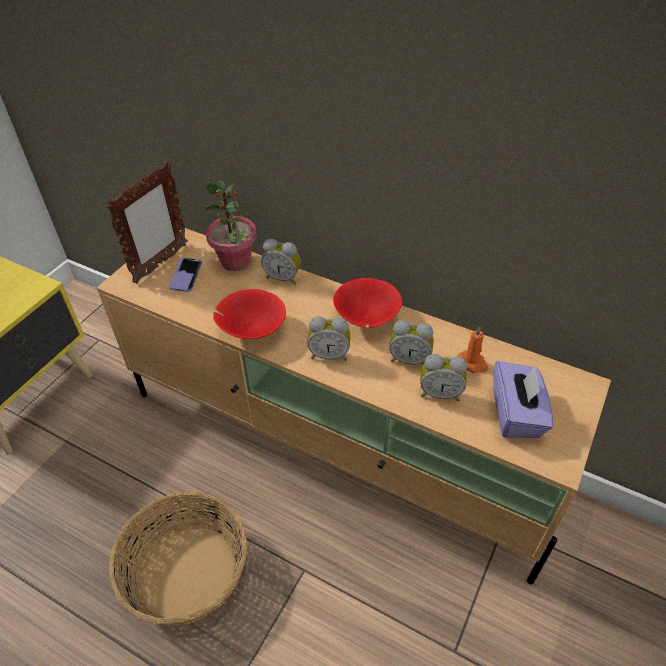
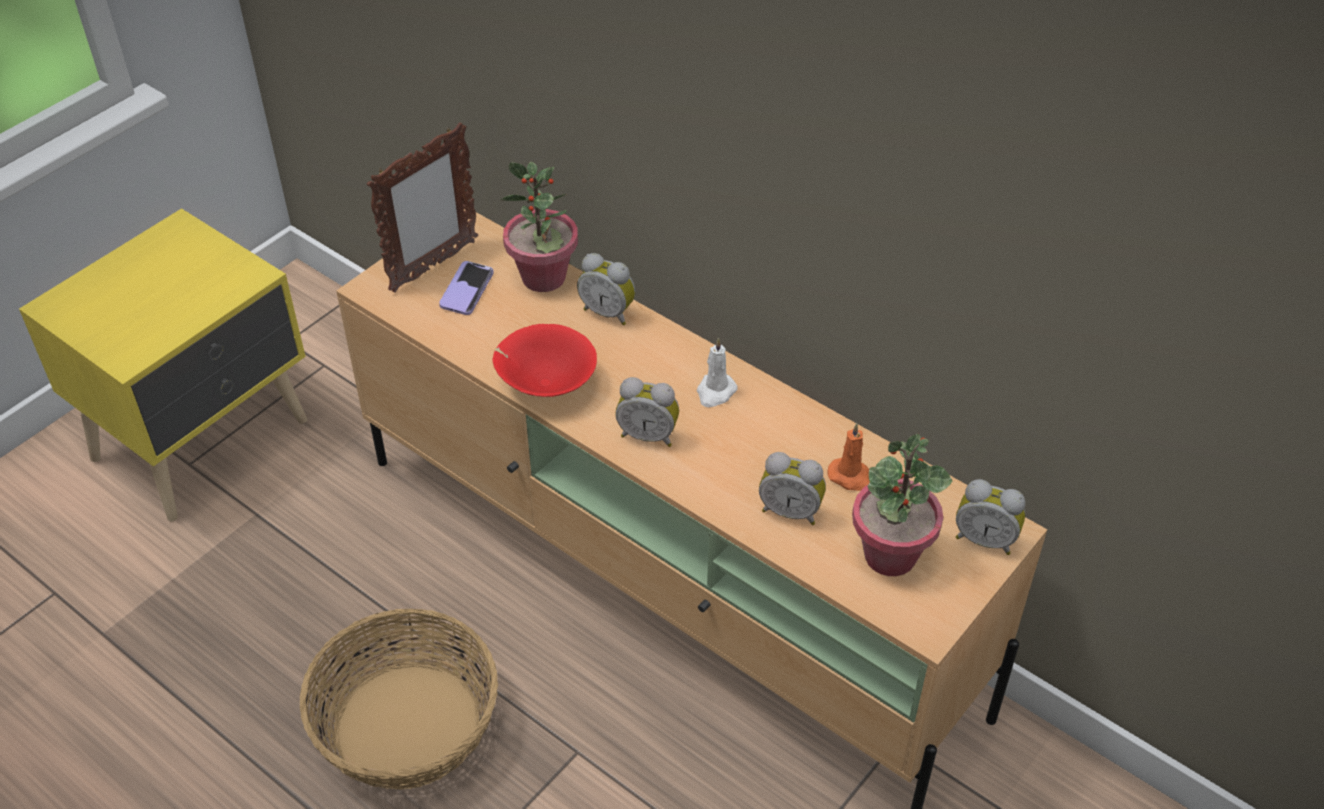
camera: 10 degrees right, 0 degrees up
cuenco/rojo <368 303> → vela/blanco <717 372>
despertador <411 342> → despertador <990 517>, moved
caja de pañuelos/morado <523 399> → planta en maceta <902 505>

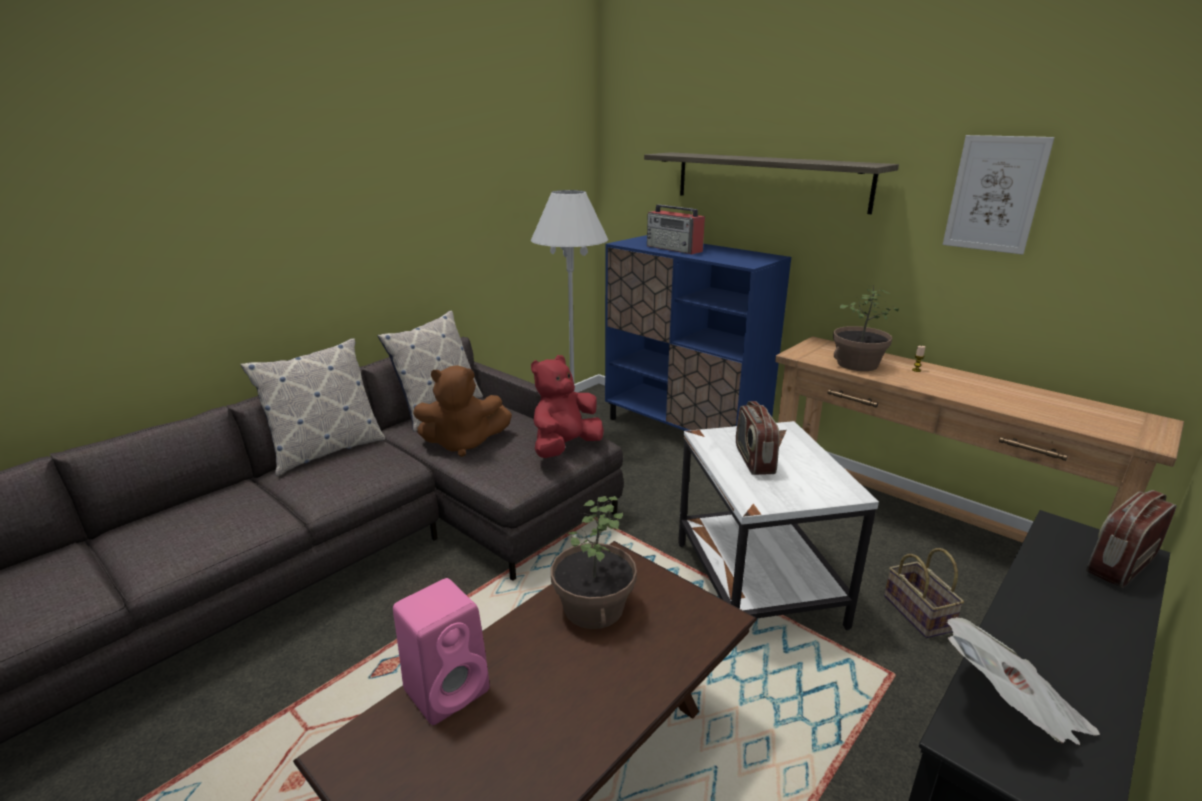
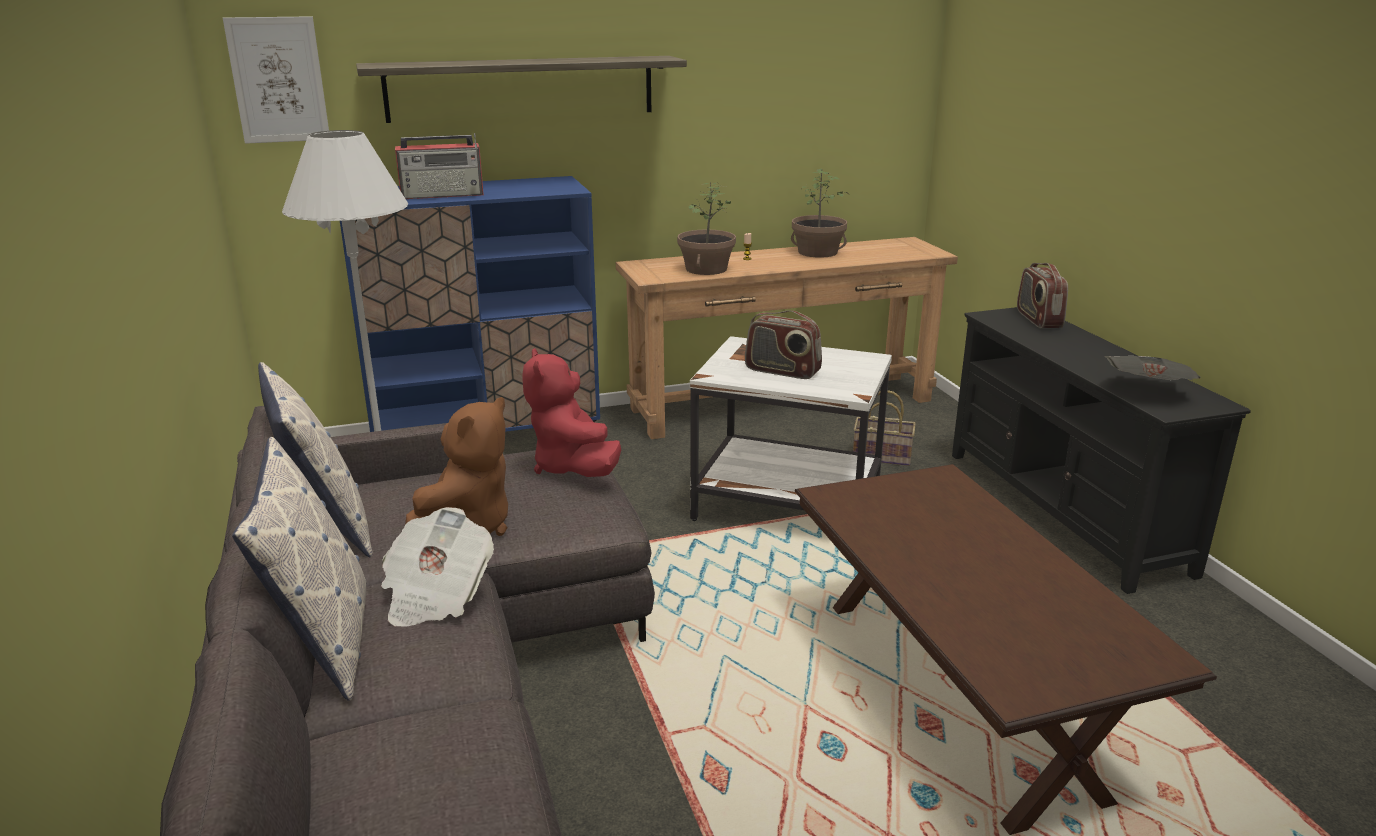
camera: 60 degrees left, 0 degrees up
cuadro <999 195> → cuadro <276 80>, moved
planta en maceta <594 562> → planta en maceta <819 213>, moved
altavoz/rosa <441 651> → -
- → periódico <437 567>

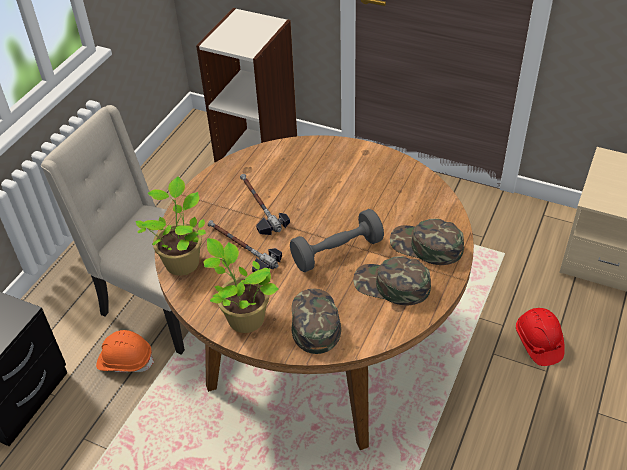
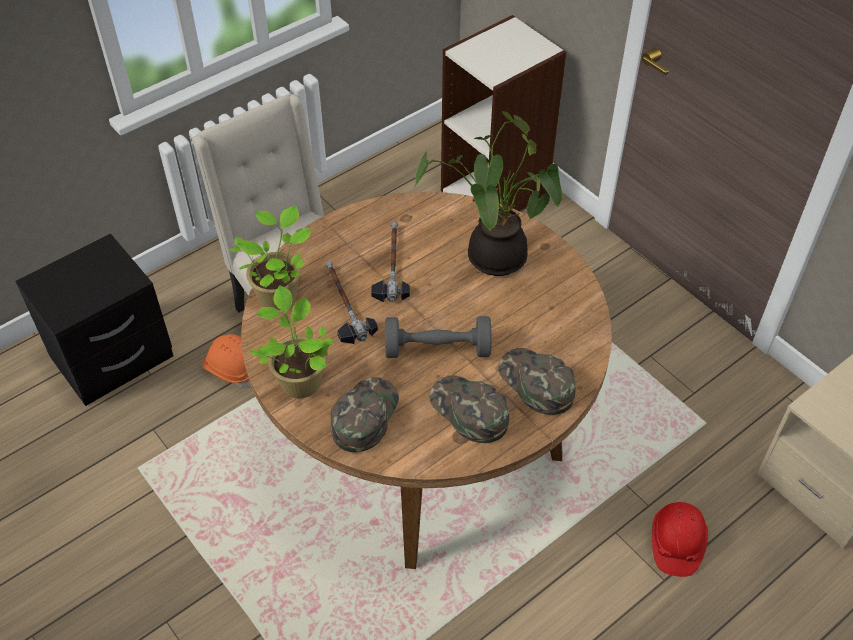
camera: 25 degrees right, 5 degrees up
- → planta en maceta <488 193>

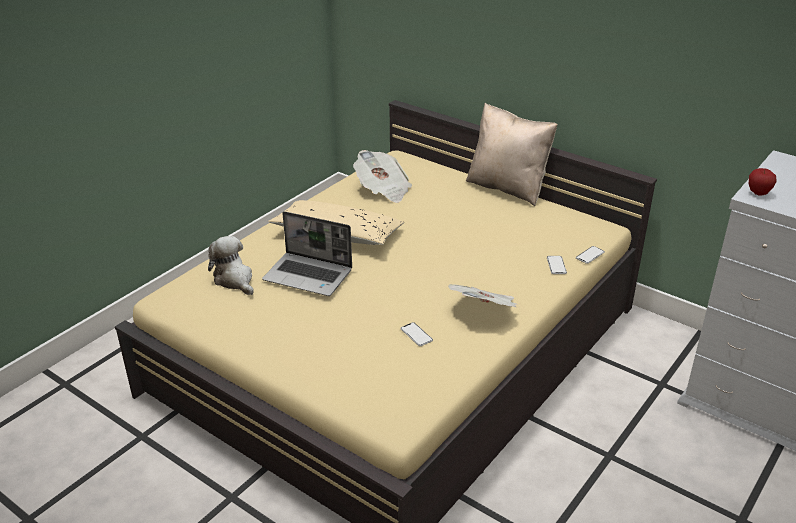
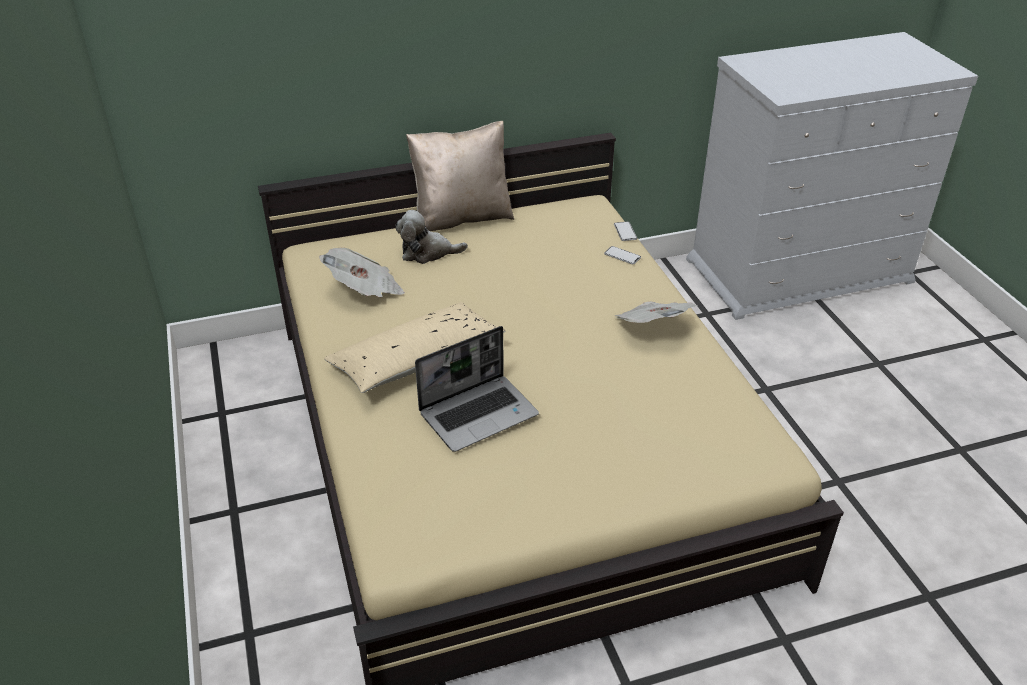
camera: 55 degrees left, 5 degrees up
manzana <762 182> → -
peluche <231 265> → peluche <431 237>, moved
móvil <416 334> → -

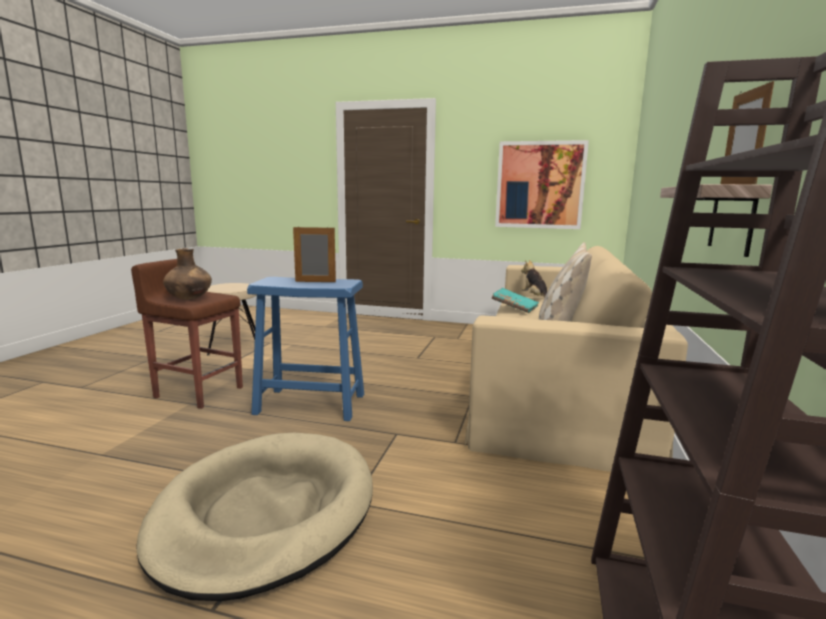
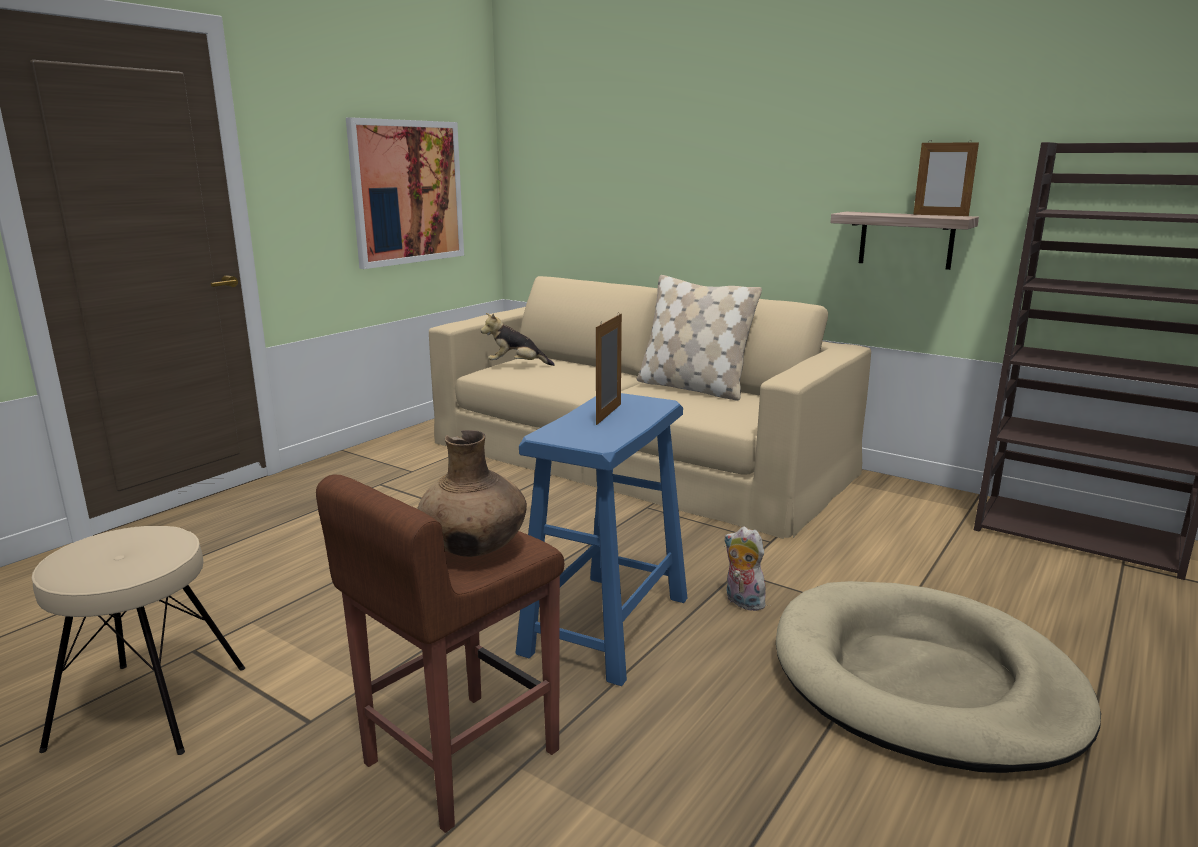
camera: 70 degrees left, 5 degrees up
libro/turquesa <515 300> → -
- → peluche <745 568>

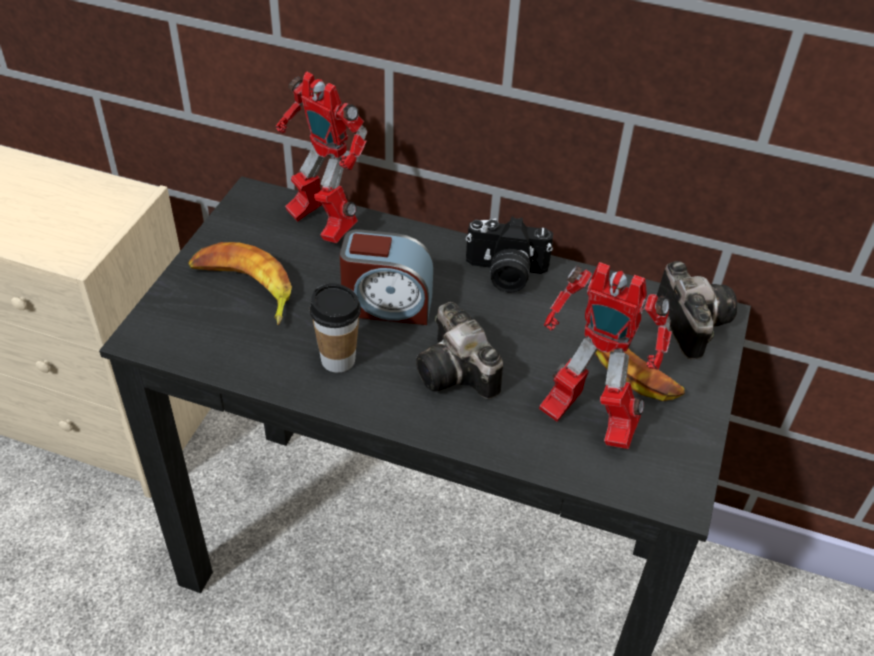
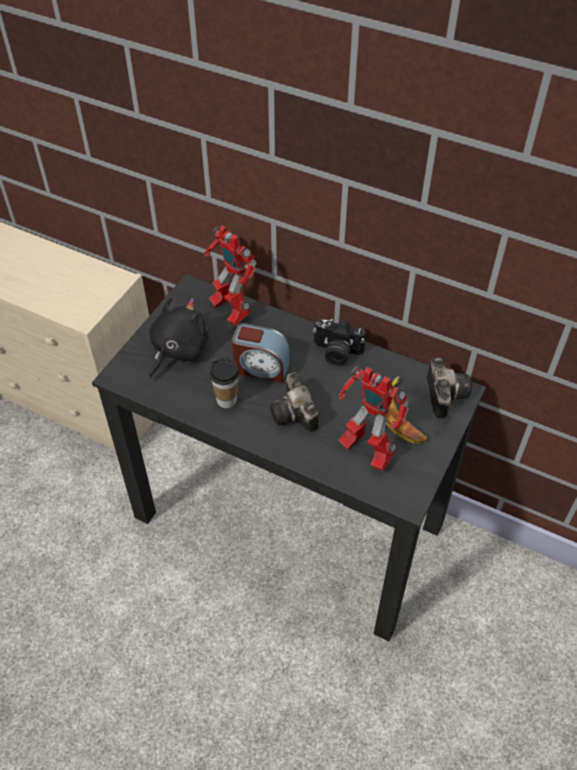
camera: 10 degrees right, 5 degrees up
plátano <240 283> → peluche/negro <179 337>

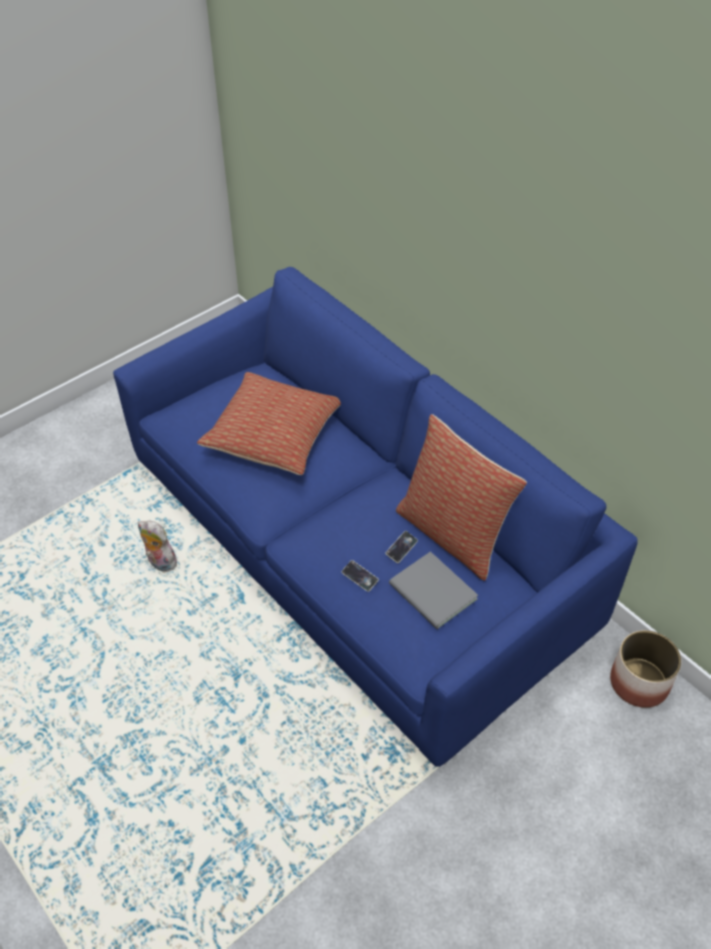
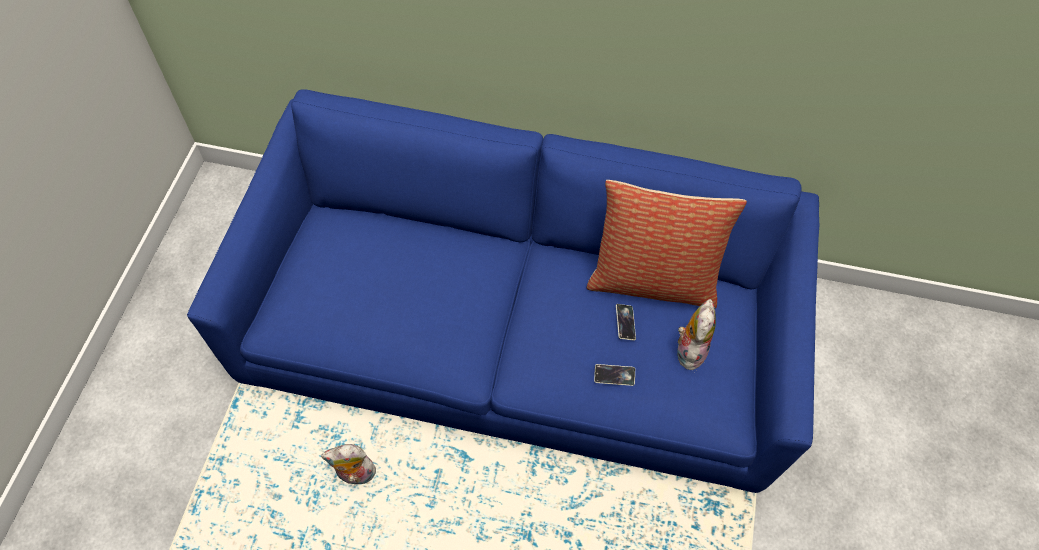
camera: 40 degrees left, 10 degrees up
cojín <269 423> → -
libro/gris <433 590> → peluche <696 334>
maceta <645 669> → -

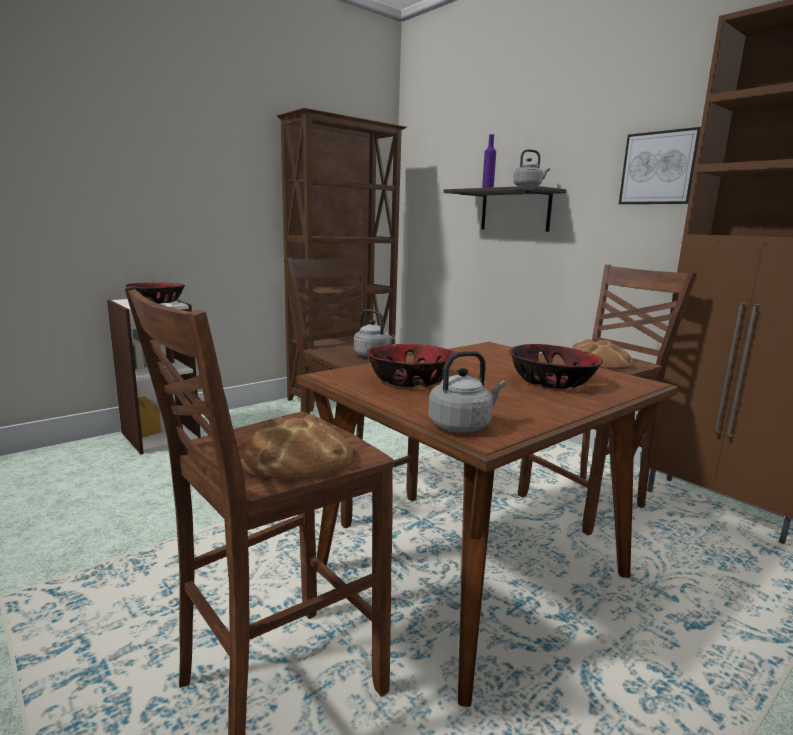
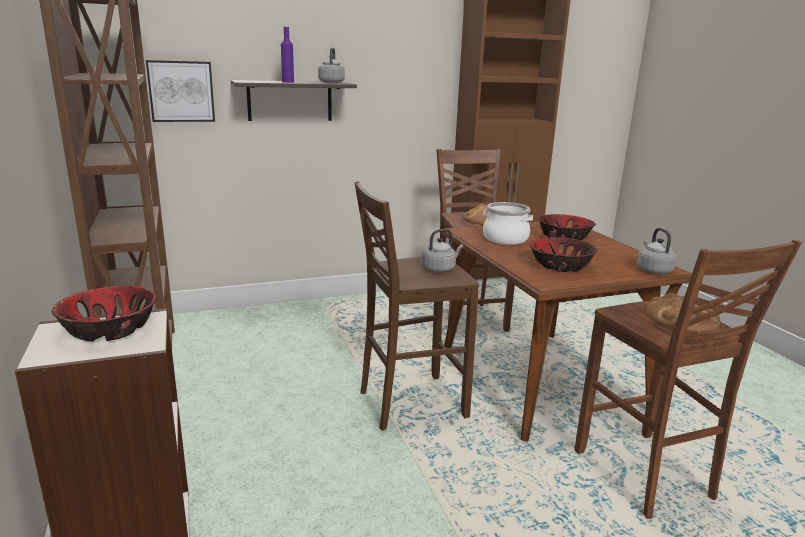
camera: 70 degrees left, 5 degrees up
cuadro <660 165> → cuadro <180 91>, moved
- → olla <508 223>

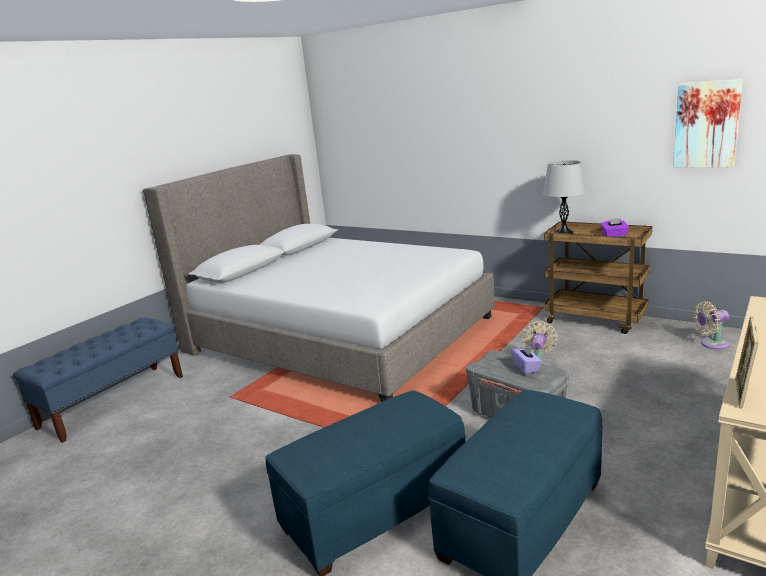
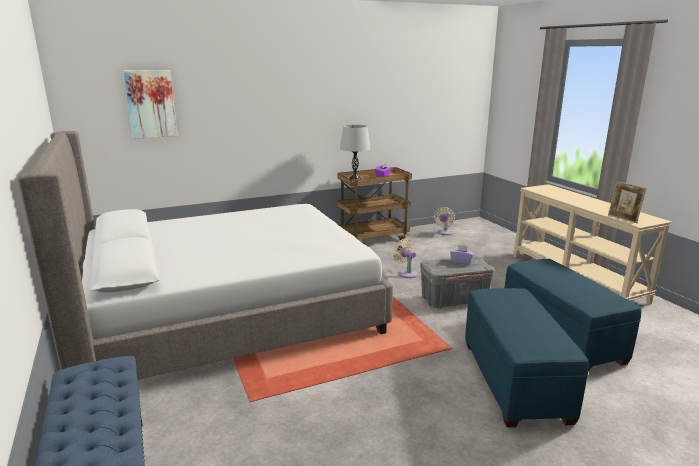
camera: 60 degrees left, 0 degrees up
cuadro <708 123> → cuadro <150 104>, moved

